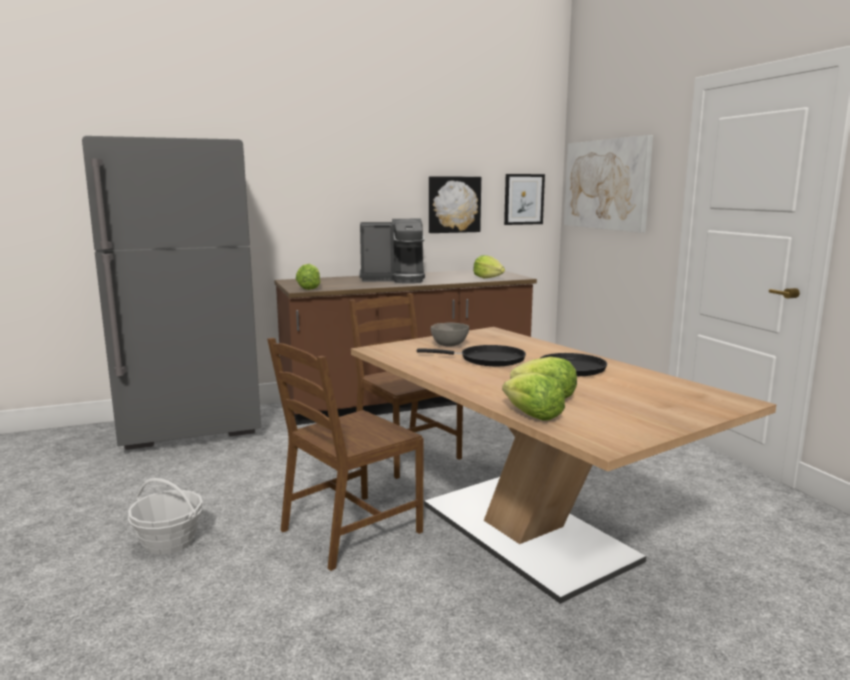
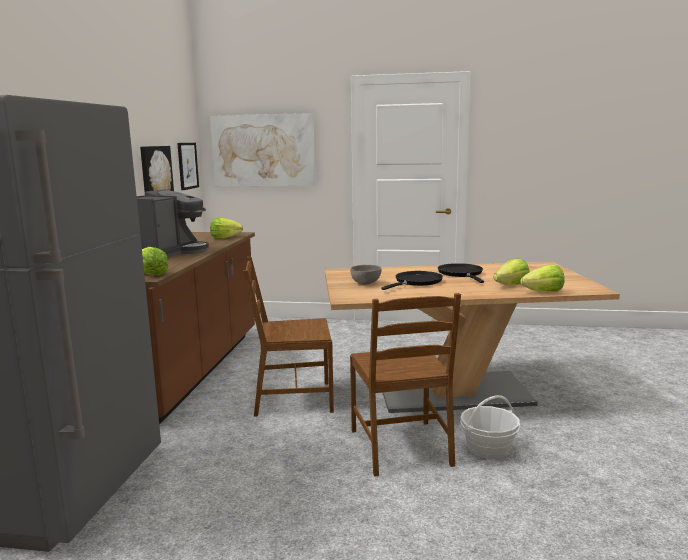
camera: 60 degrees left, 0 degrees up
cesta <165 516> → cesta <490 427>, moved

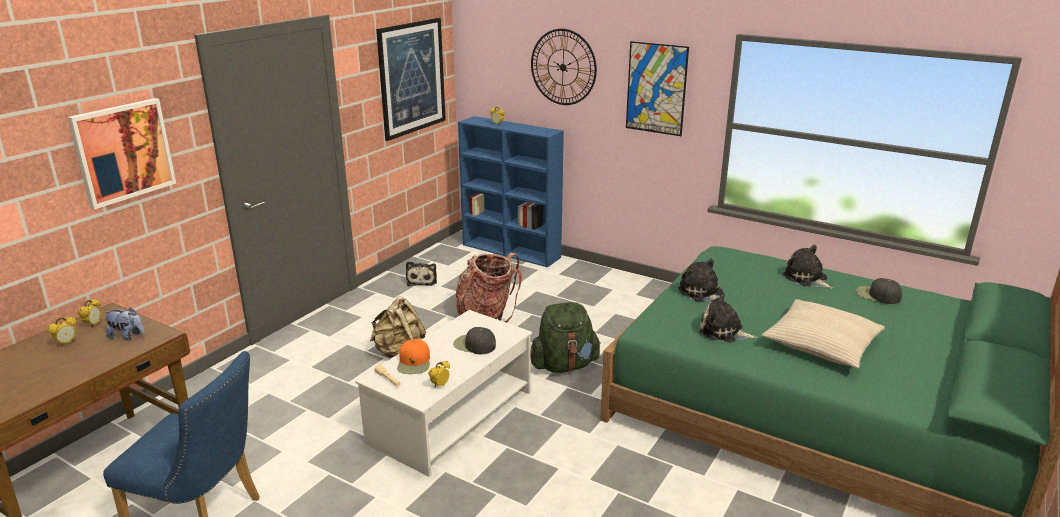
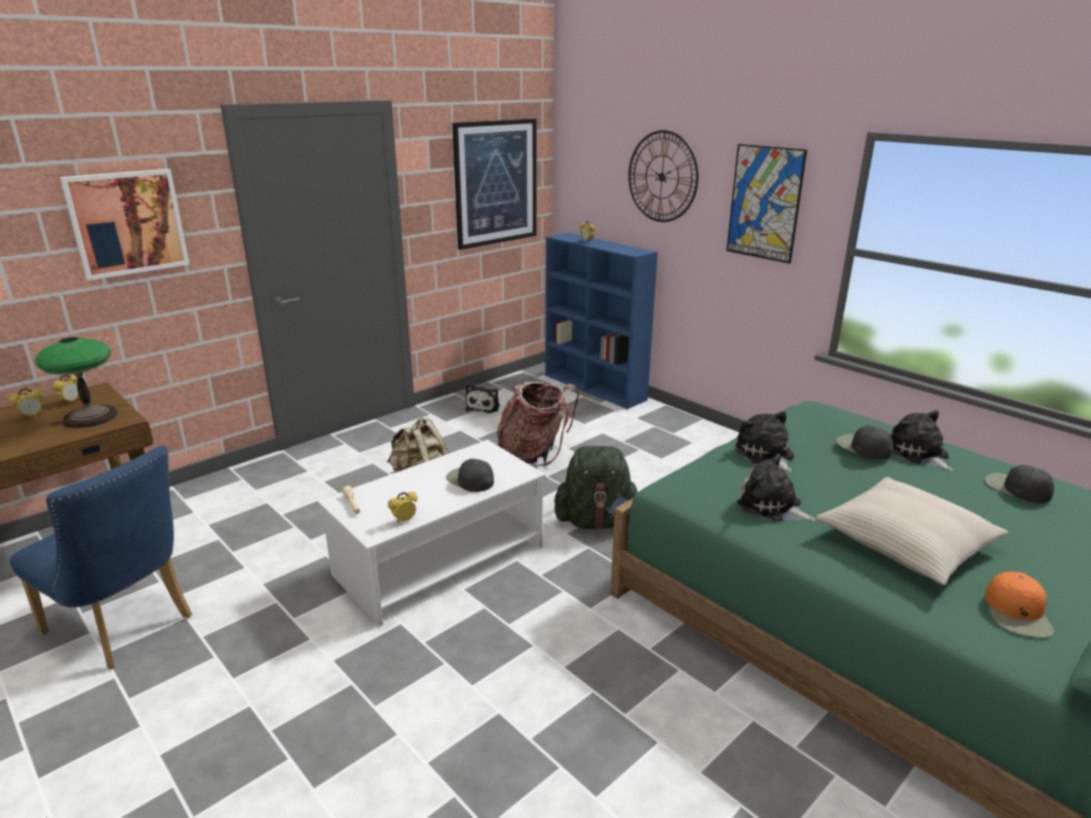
camera: 15 degrees right, 0 degrees up
peluche <125 324> → lámpara de mesa <76 382>
gorra/naranja <413 356> → gorra/naranja <1019 605>, moved
- → gorra/negro <864 442>

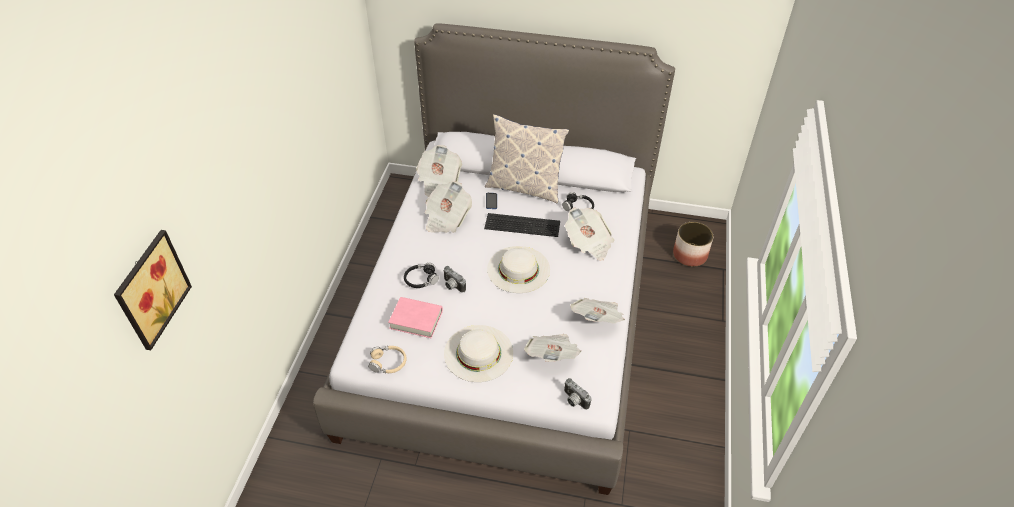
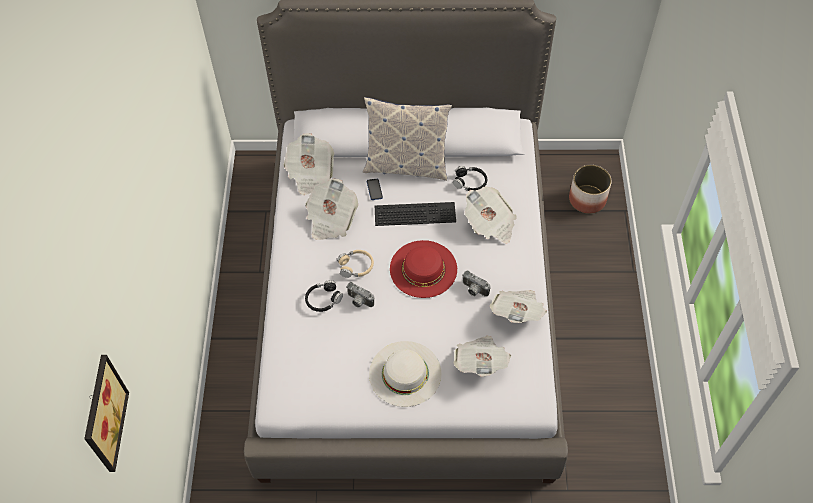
camera: 10 degrees left, 10 degrees up
sombrero/blanco <518 269> → sombrero/rojo <423 269>
libro/rosa <415 317> → -
auriculares/beis <387 359> → auriculares/beis <355 264>, moved
cámara <578 394> → cámara <476 283>, moved

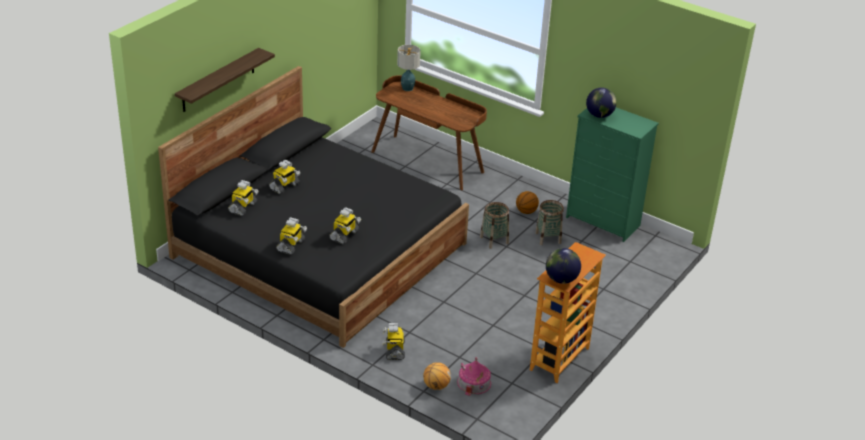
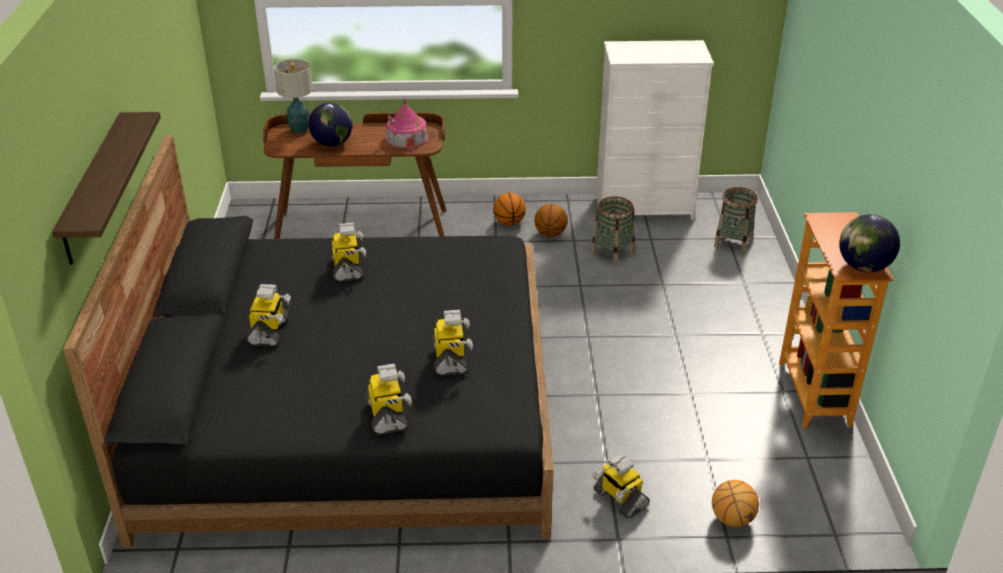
camera: 35 degrees left, 0 degrees up
globo terráqueo <601 103> → globo terráqueo <330 124>, moved
cómoda/verde <612 174> → cómoda/blanco <655 130>
robot de juguete <243 198> → robot de juguete <348 252>, moved
cesta <494 225> → cesta <736 220>, moved
casita <474 376> → casita <407 124>, moved
- → balón de baloncesto <509 209>

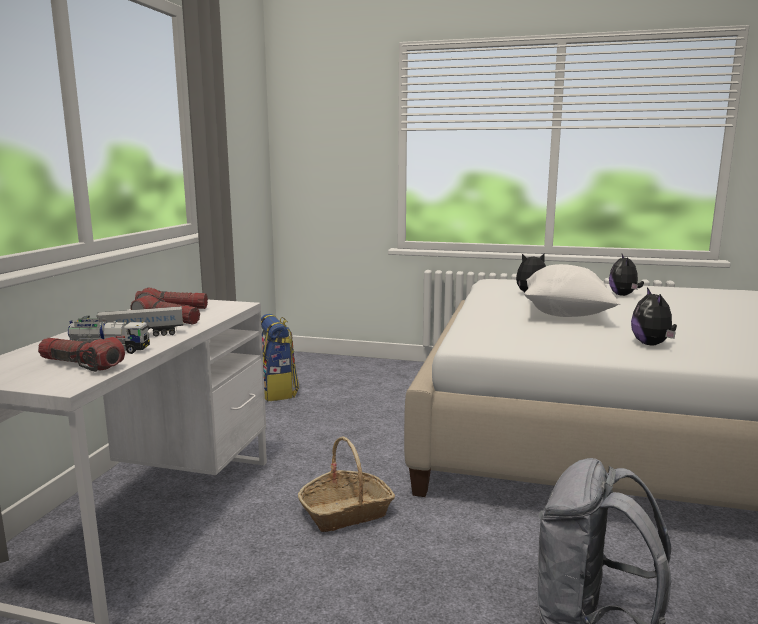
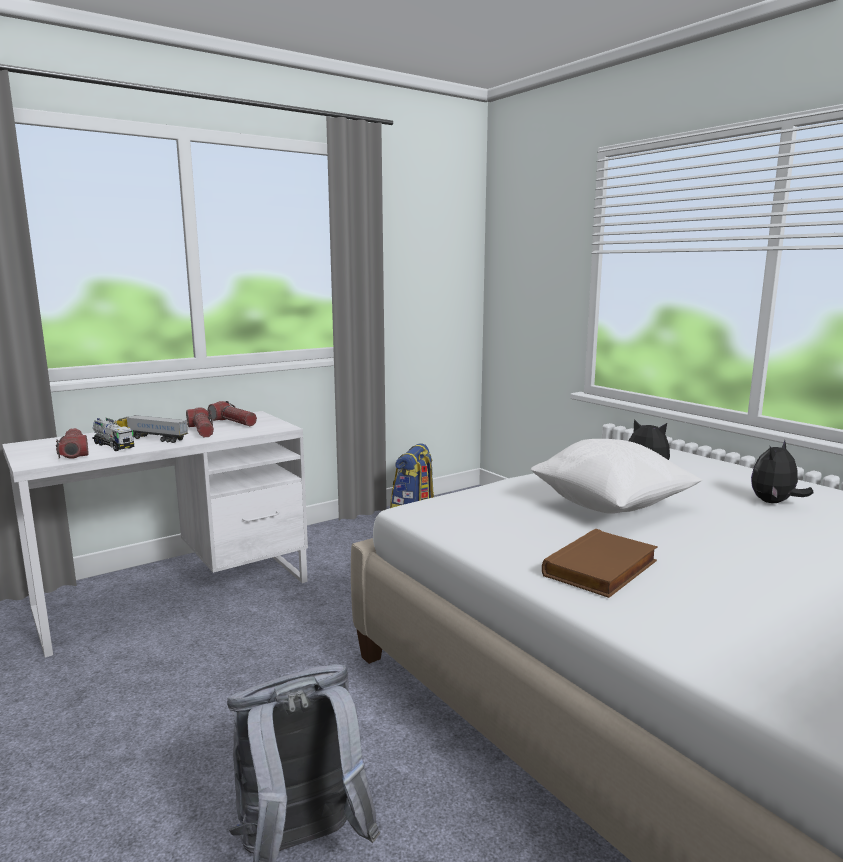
camera: 40 degrees right, 0 degrees up
peluche <654 316> → libro/marrón <600 563>
cesta <346 484> → -

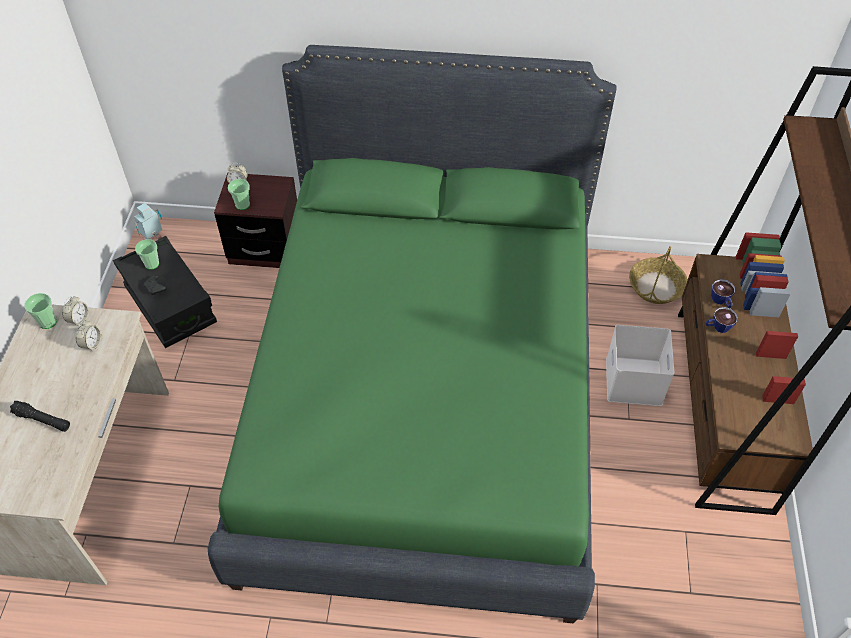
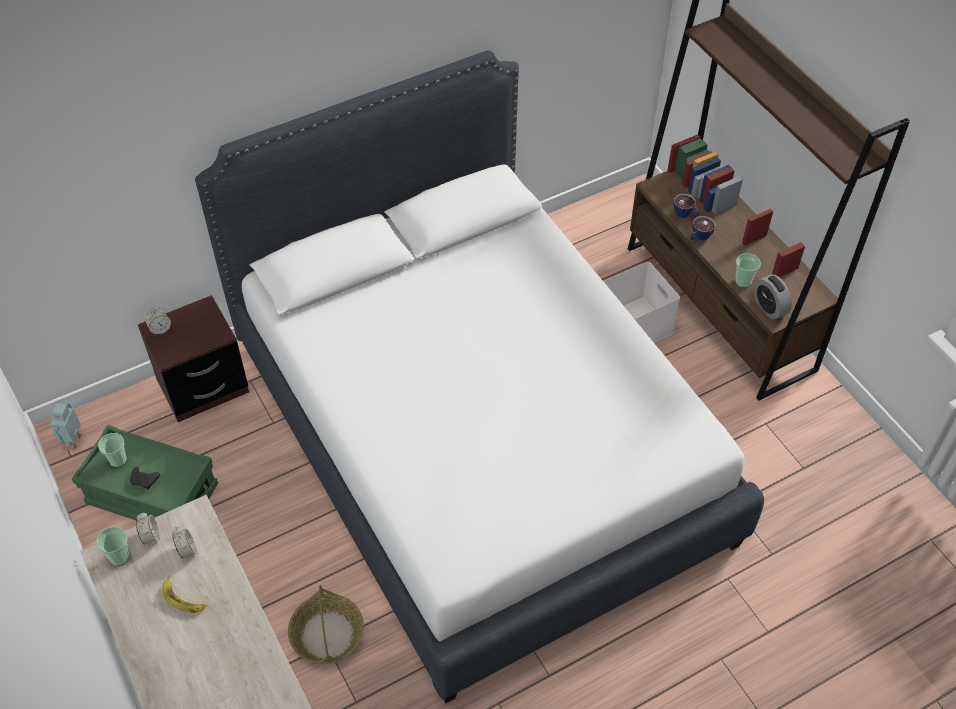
camera: 35 degrees left, 0 degrees up
cama/verde <412 334> → cama/blanco <479 376>
taza <239 194> → taza <748 270>, moved
caja de almacenaje/negro <165 292> → caja de almacenaje/verde <145 473>
cesta <658 275> → cesta <326 624>, moved
linterna/negro <40 416> → -
- → despertador <772 297>
- → plátano <184 594>

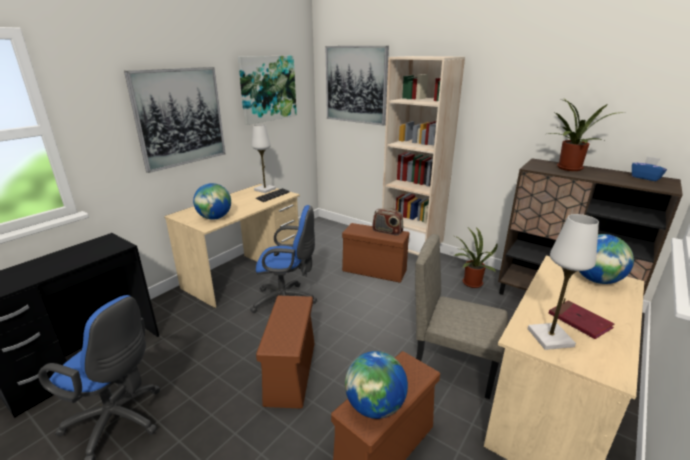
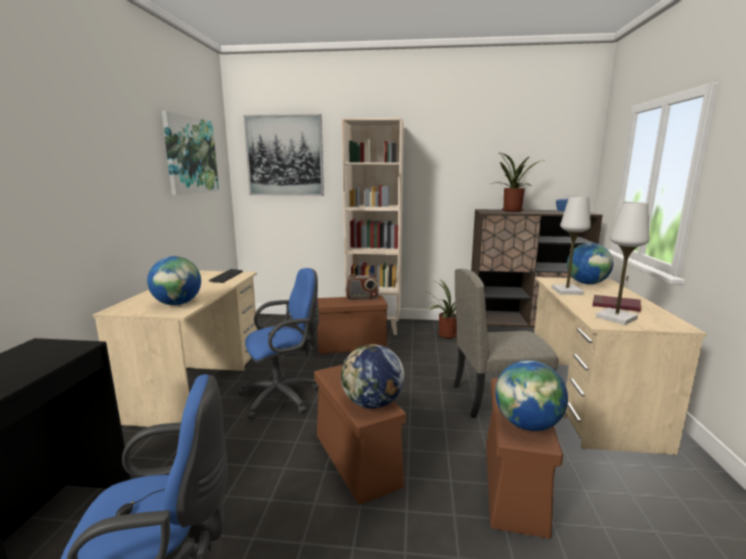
camera: 30 degrees left, 10 degrees down
cuadro <175 120> → -
lámpara de mesa/blanco <263 158> → lámpara de mesa/blanco <571 245>, moved
- → globo terráqueo <372 376>

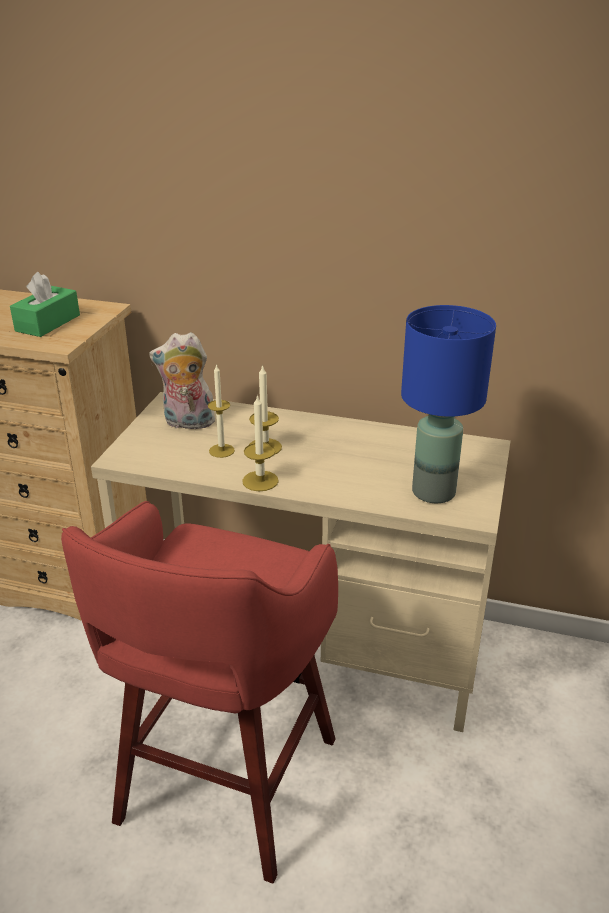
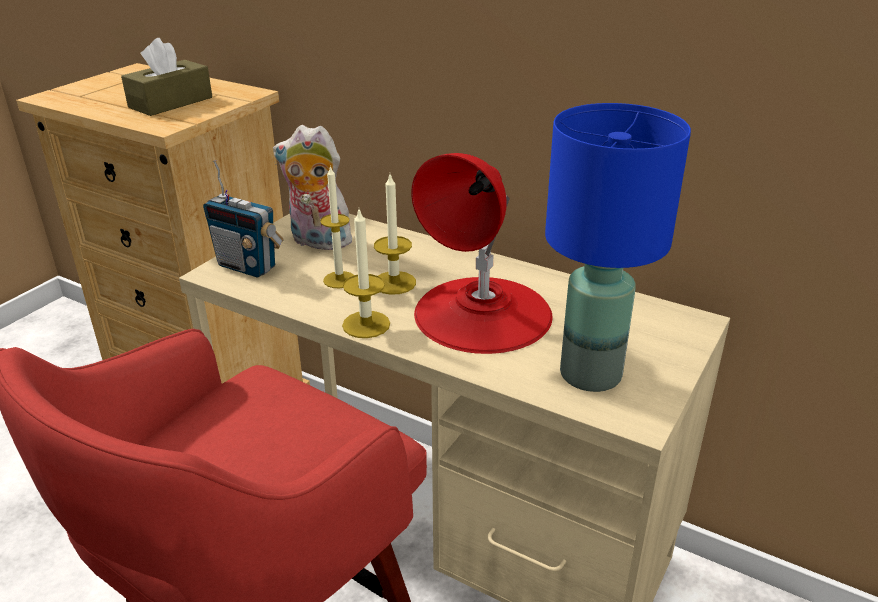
camera: 15 degrees right, 0 degrees up
caja de pañuelos/verde <45 304> → caja de pañuelos/marrón <166 77>
- → lámpara de mesa/rojo <482 253>
- → radio <243 219>

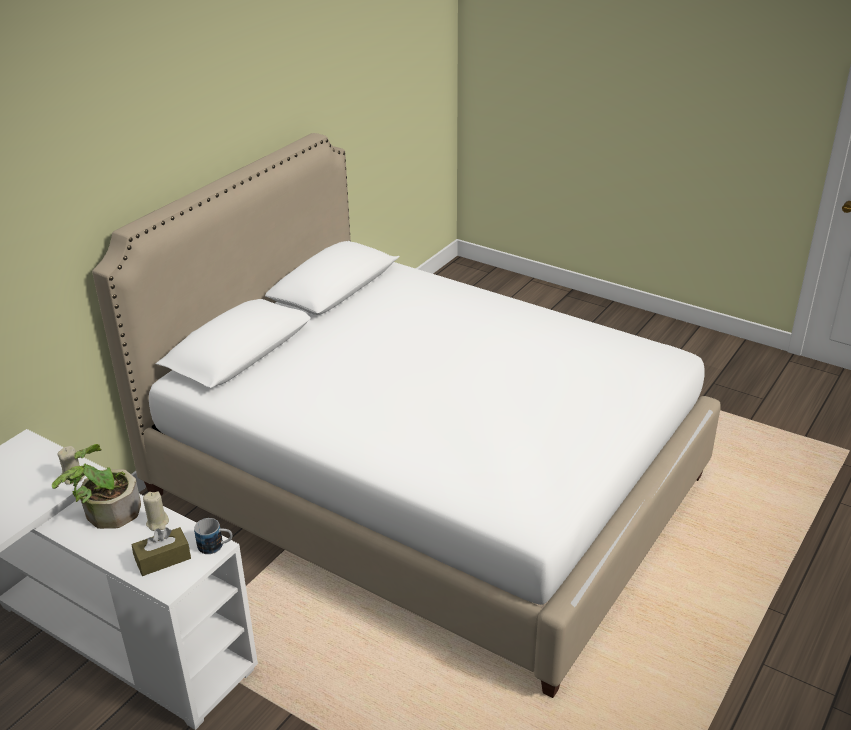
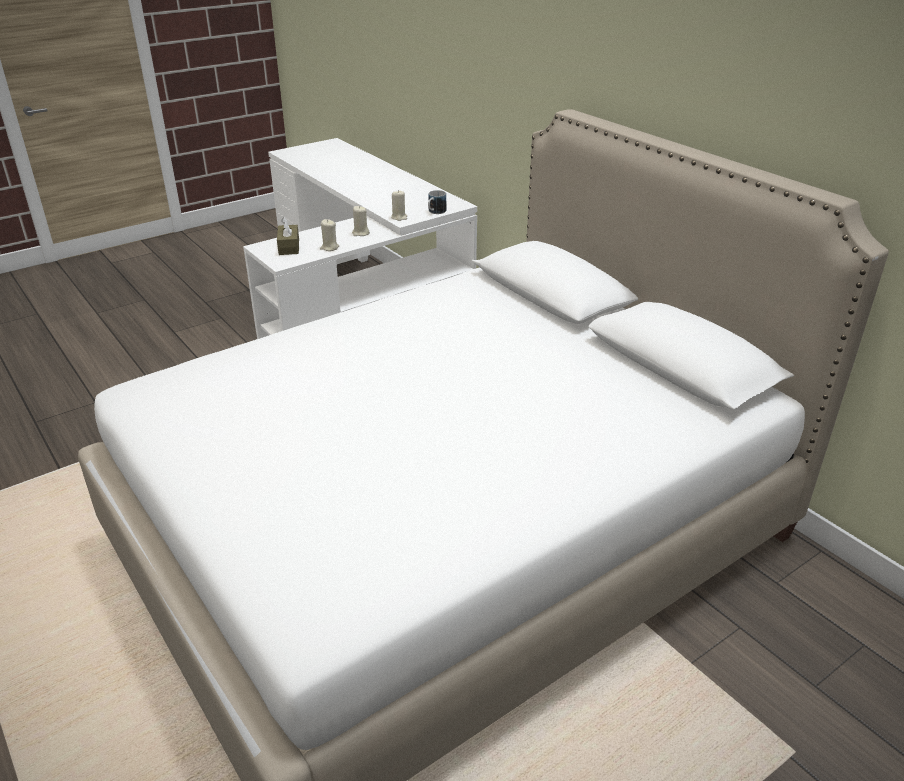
camera: 110 degrees right, 0 degrees up
planta en maceta <96 486> → vela/beis <361 221>
taza grande <213 536> → taza grande <437 202>, moved

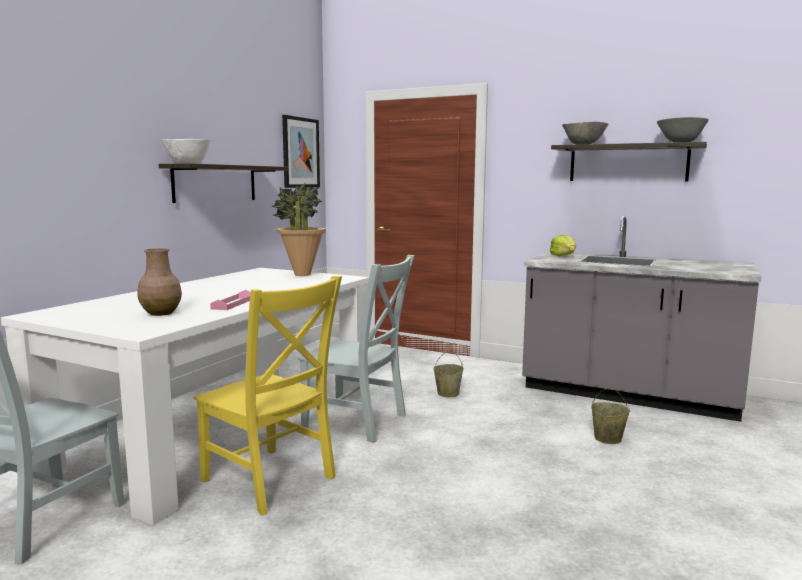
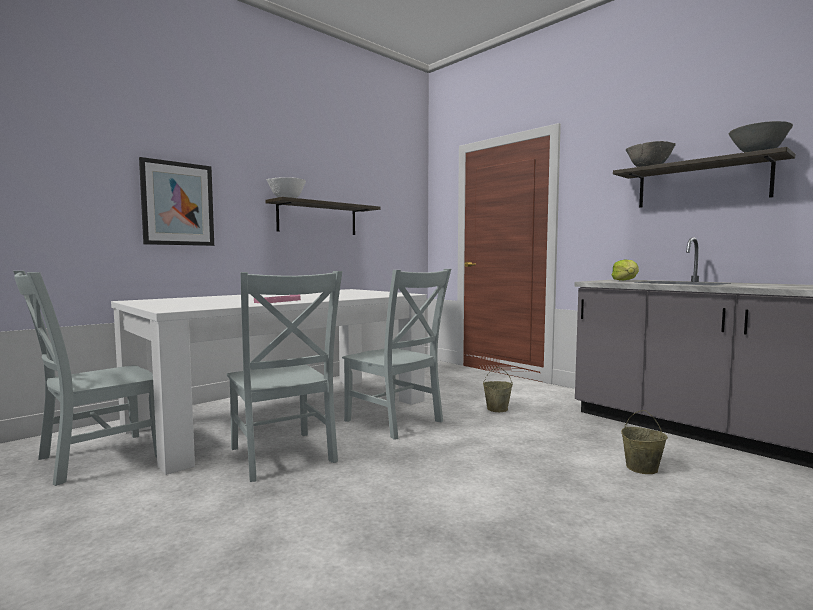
camera: 20 degrees right, 5 degrees down
cuadro <301 151> → cuadro <176 201>, moved
planta en maceta <298 229> → -
florero/marrón <159 282> → -
silla/amarillo <267 395> → silla/gris <284 376>

